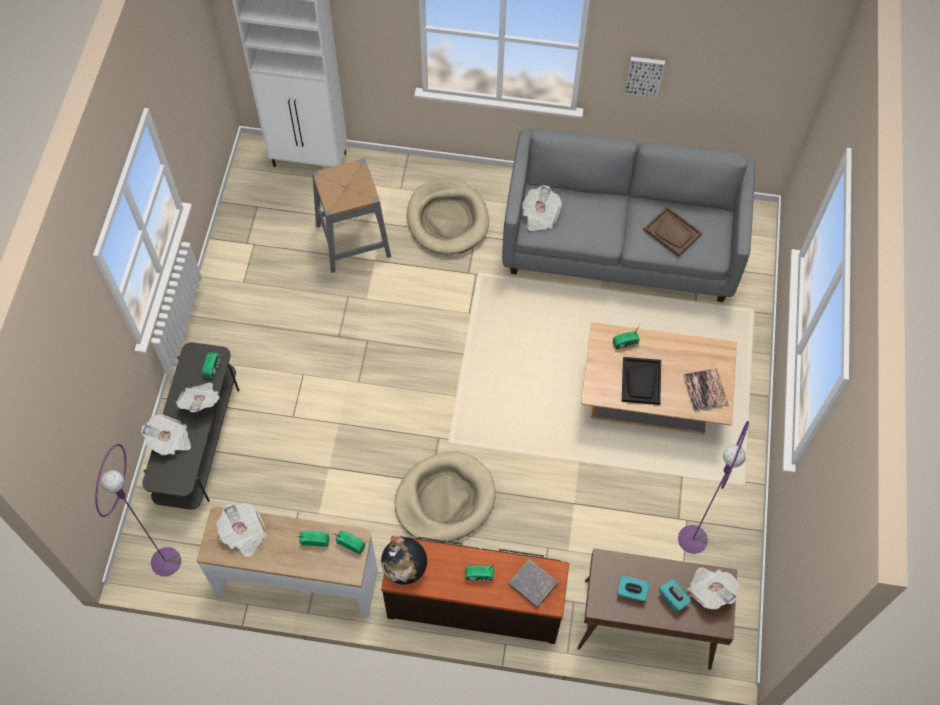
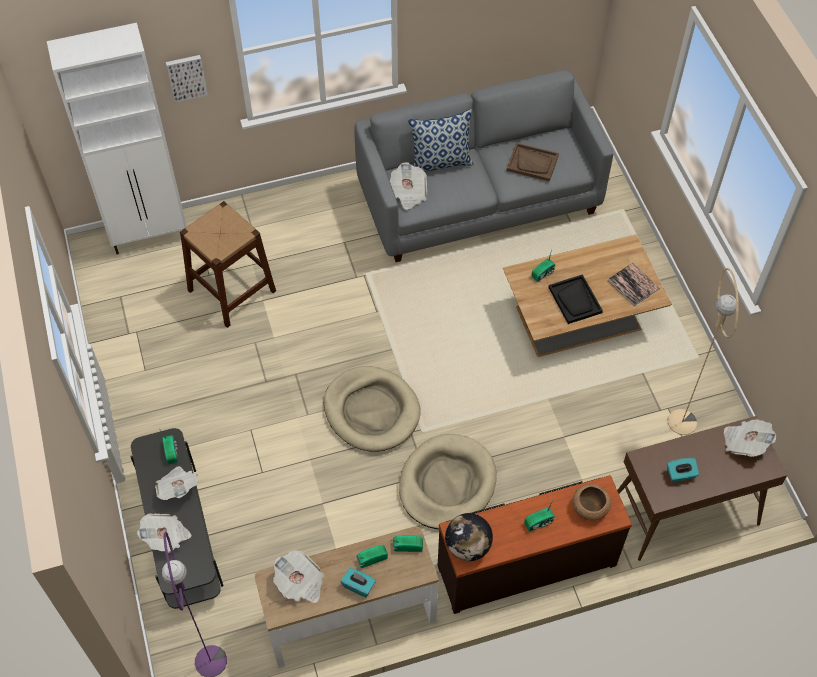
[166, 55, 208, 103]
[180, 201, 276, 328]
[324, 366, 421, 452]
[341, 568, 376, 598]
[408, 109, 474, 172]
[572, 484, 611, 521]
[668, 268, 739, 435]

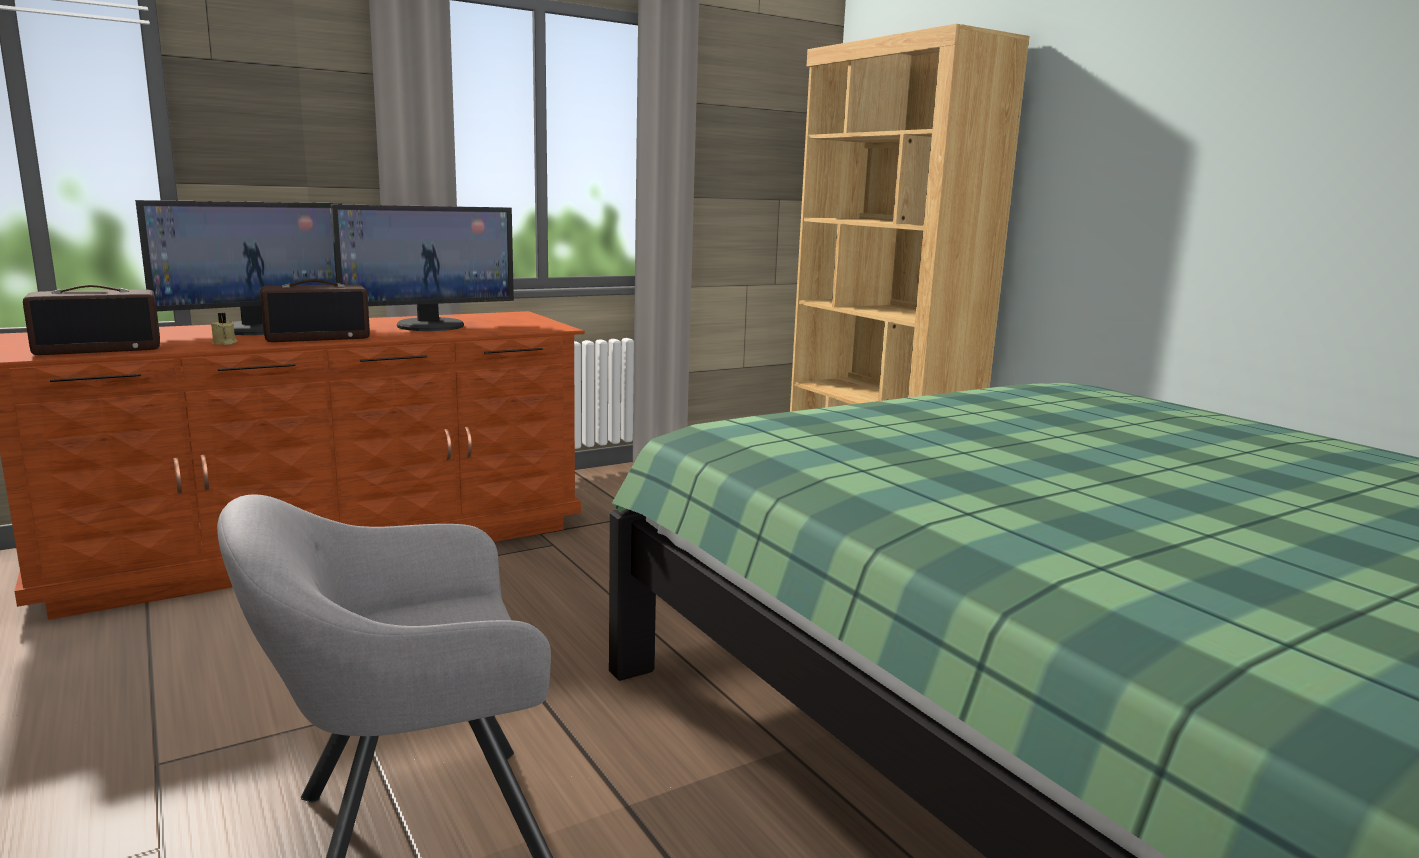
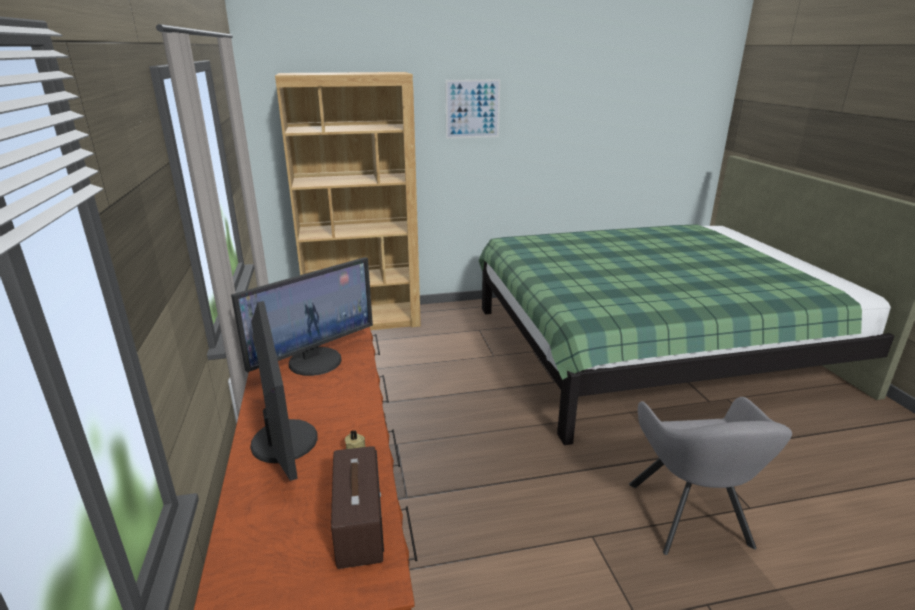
[231, 257, 373, 376]
[445, 79, 500, 139]
[260, 280, 370, 342] (first image)

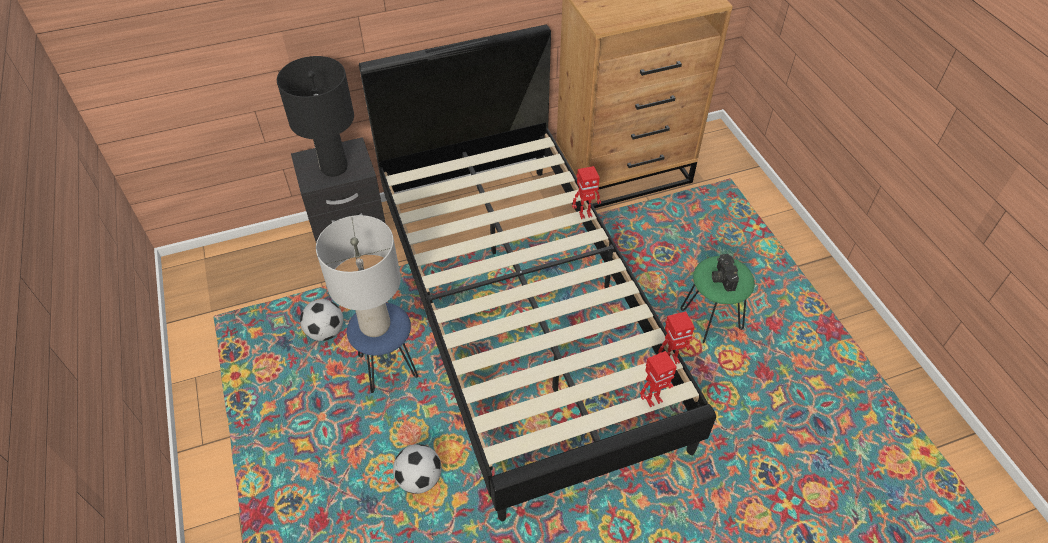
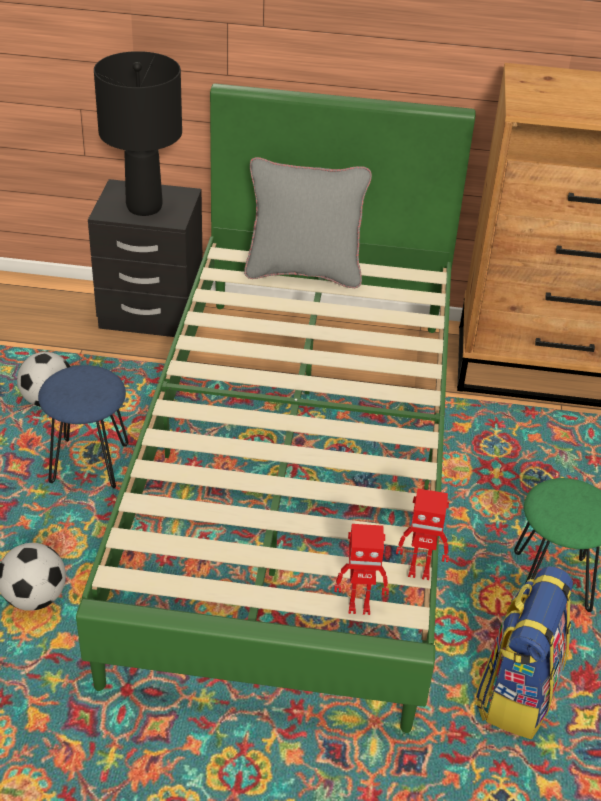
[76, 83, 476, 733]
[244, 157, 372, 288]
[475, 566, 573, 739]
[316, 215, 401, 337] (first image)
[572, 166, 601, 219] (first image)
[712, 254, 739, 292] (first image)

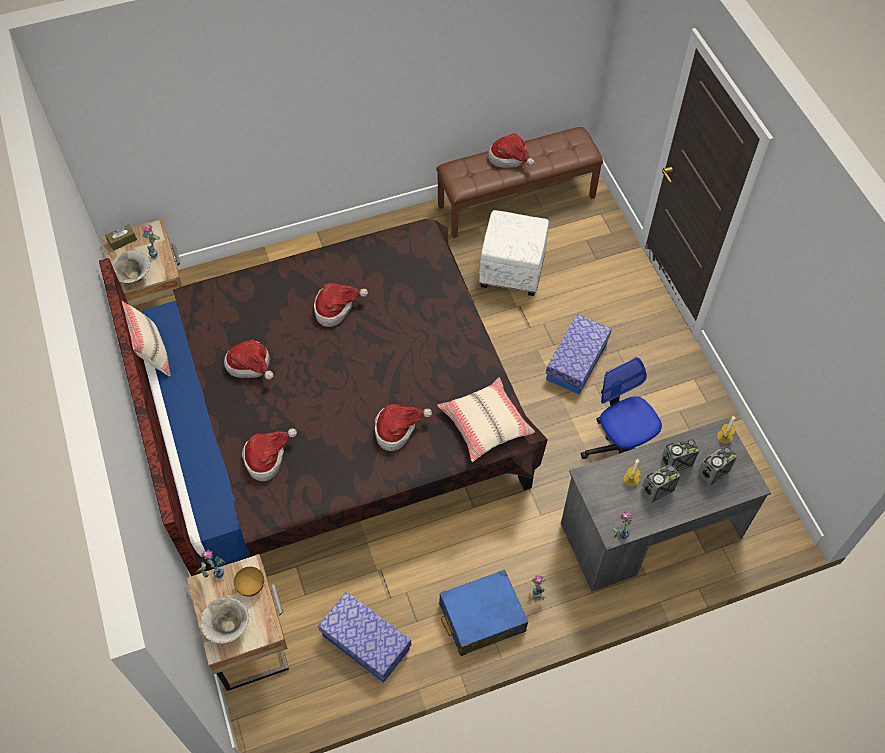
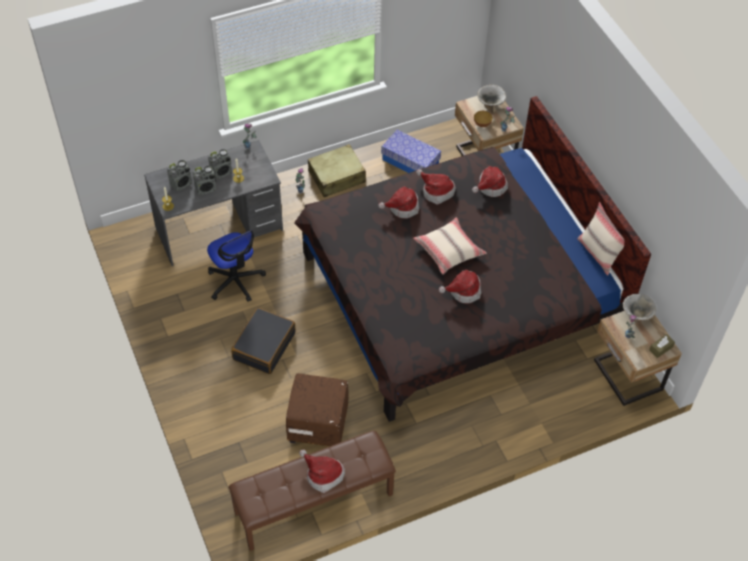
[231, 308, 296, 374]
[286, 373, 349, 446]
[308, 144, 366, 197]
[413, 218, 487, 275]
[416, 169, 456, 205]

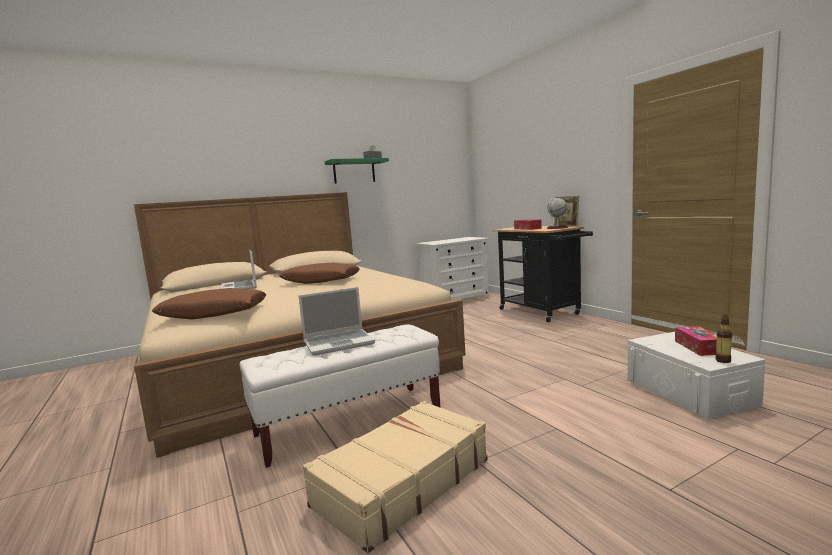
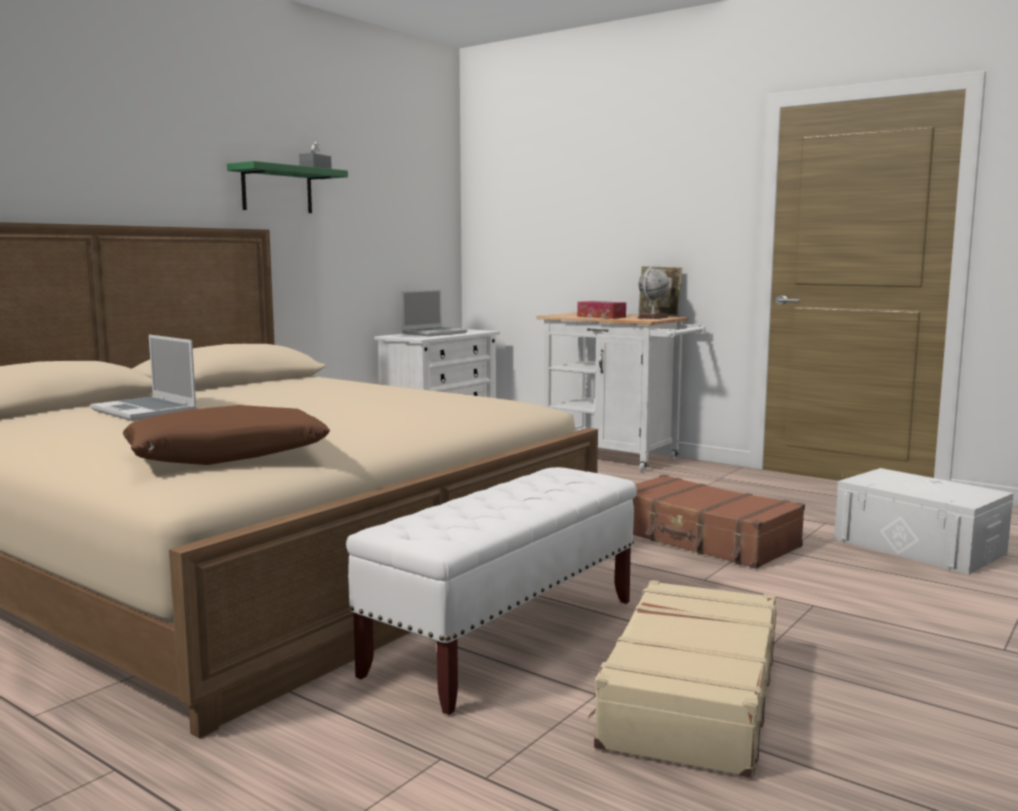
[402, 289, 468, 336]
[537, 312, 706, 472]
[632, 475, 805, 569]
[279, 262, 360, 284] (first image)
[675, 326, 717, 356] (first image)
[715, 315, 732, 363] (first image)

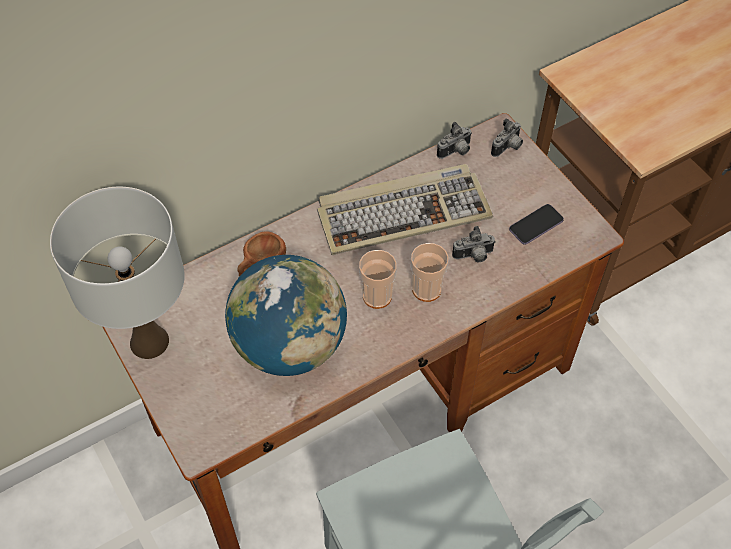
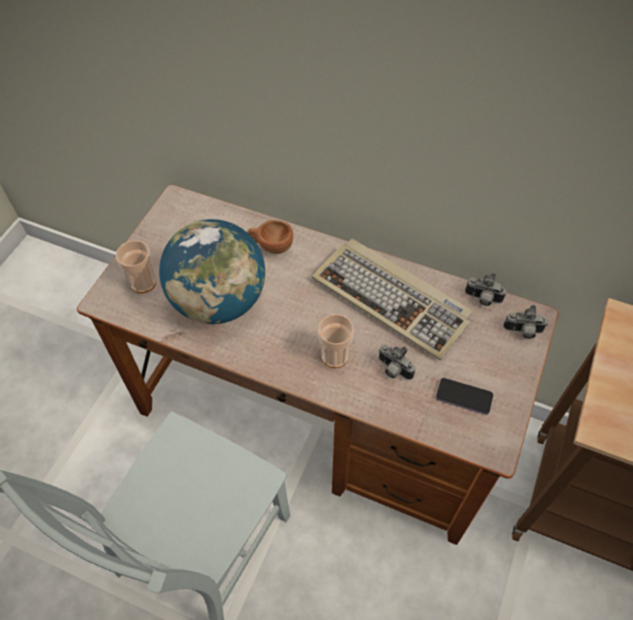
[116, 240, 156, 293]
[50, 187, 185, 359] (first image)

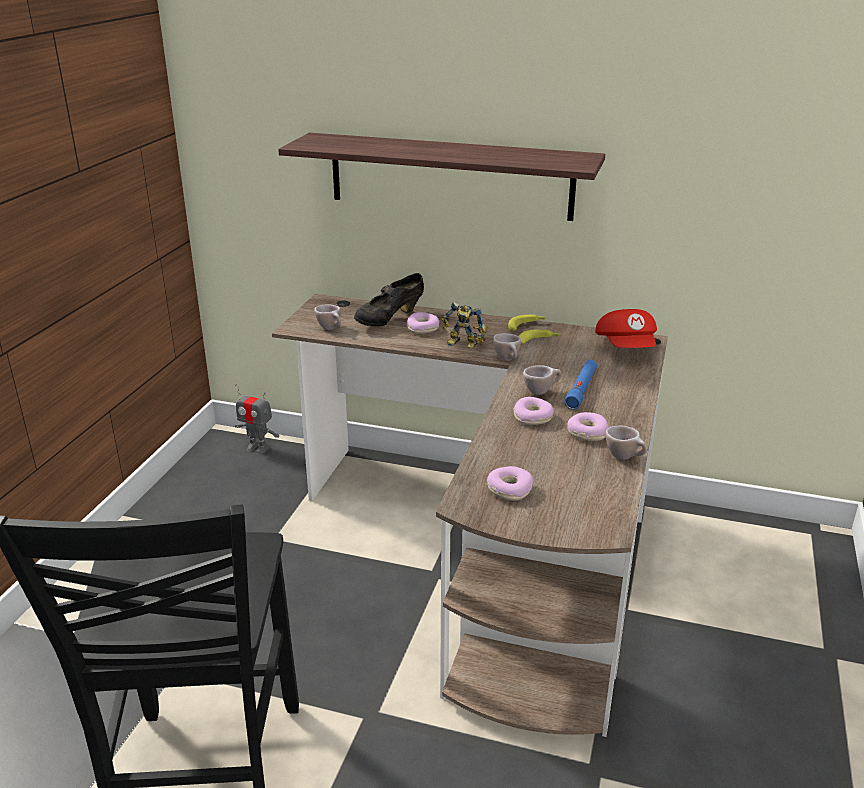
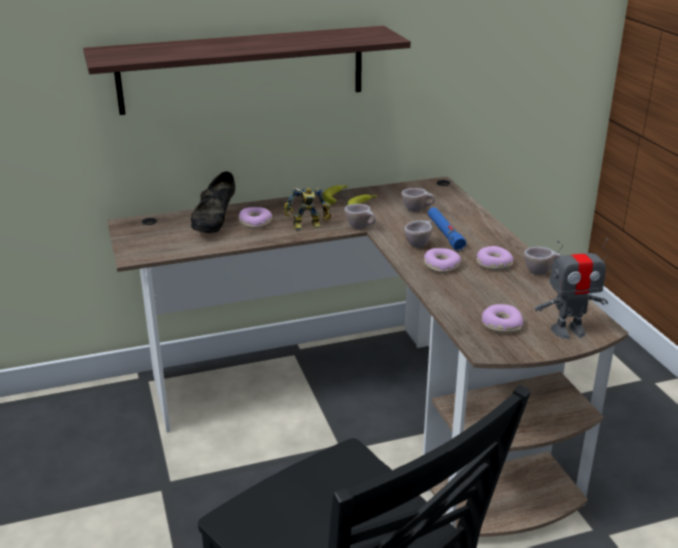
[401, 188, 435, 212]
[535, 238, 610, 339]
[595, 309, 657, 348] (first image)

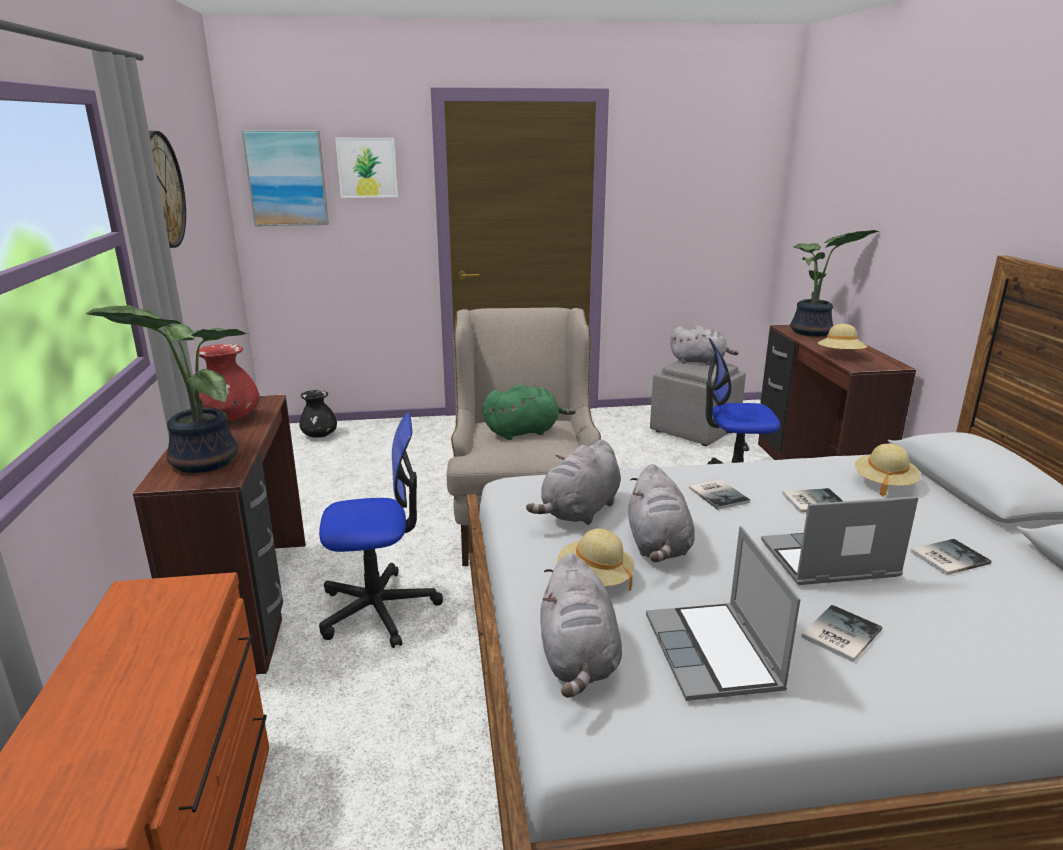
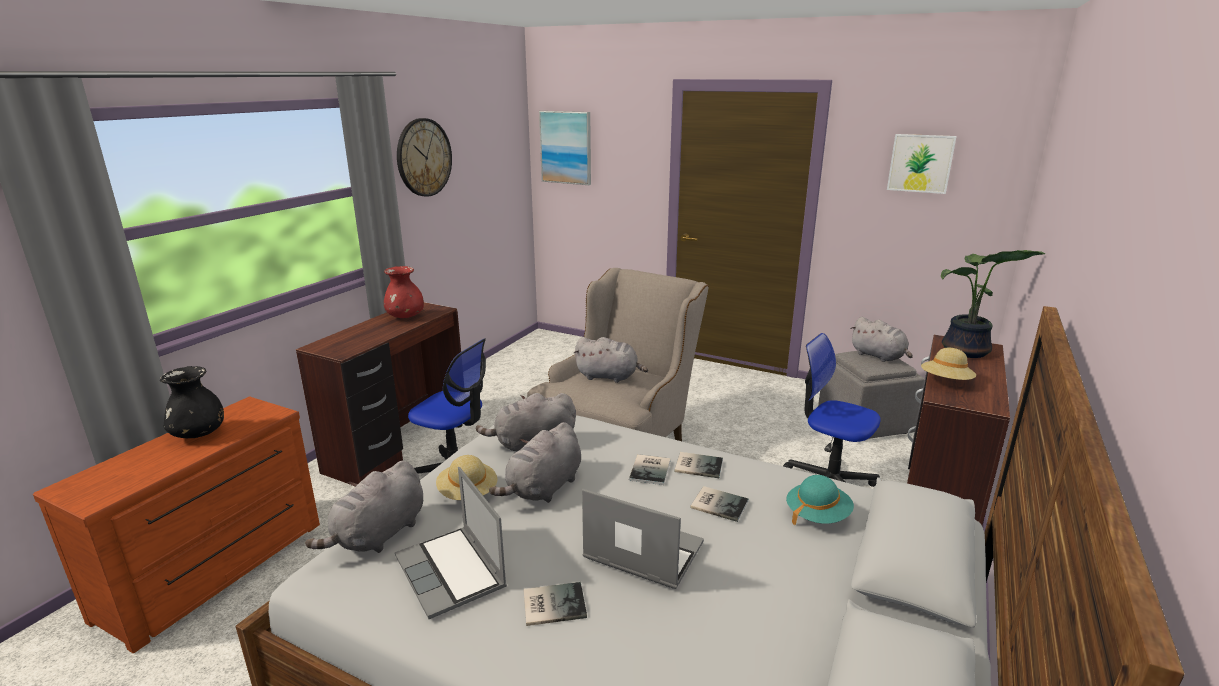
[160, 366, 224, 438]
[395, 467, 507, 619]
[573, 337, 648, 383]
[674, 452, 723, 478]
[786, 475, 854, 526]
[887, 134, 957, 194]
[85, 305, 248, 473] (first image)

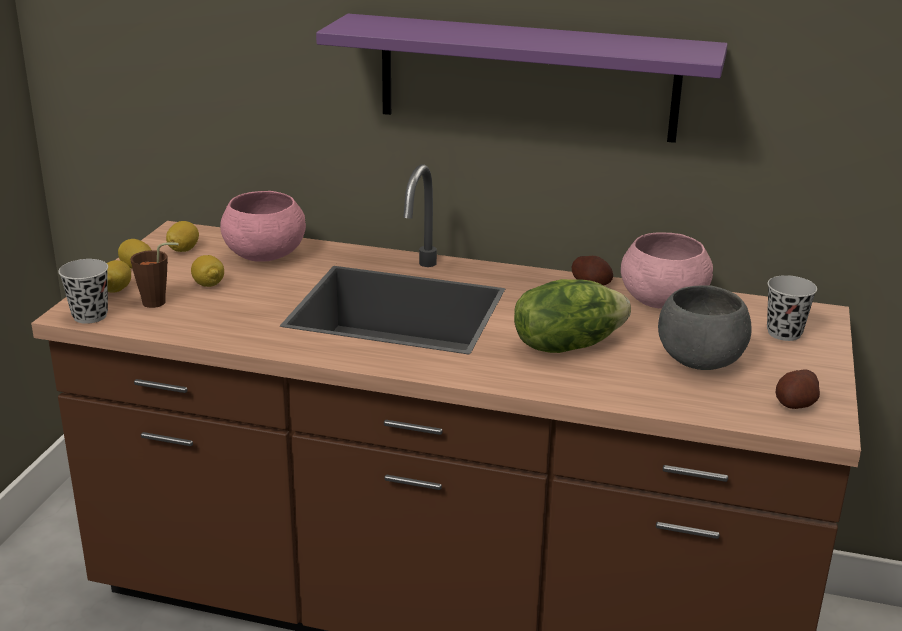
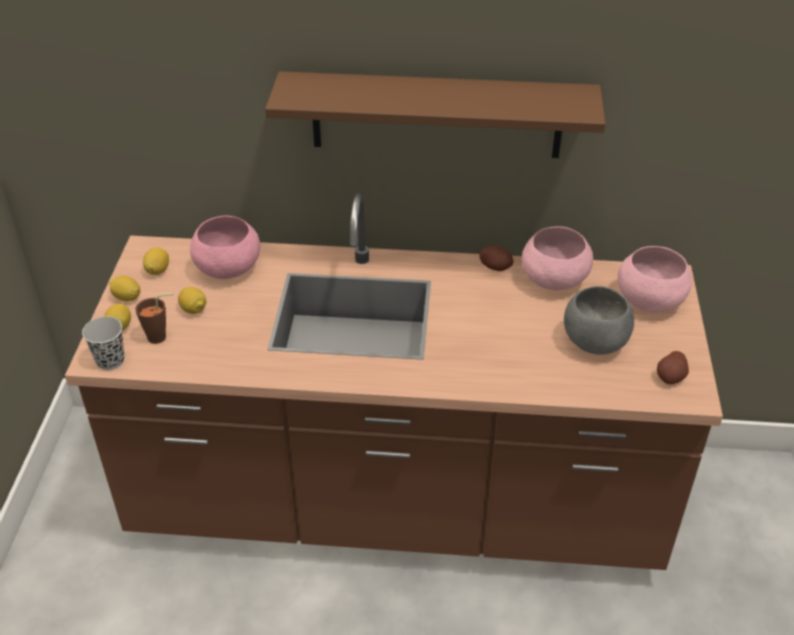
[265, 71, 606, 158]
[618, 246, 692, 313]
[514, 279, 631, 353] (first image)

